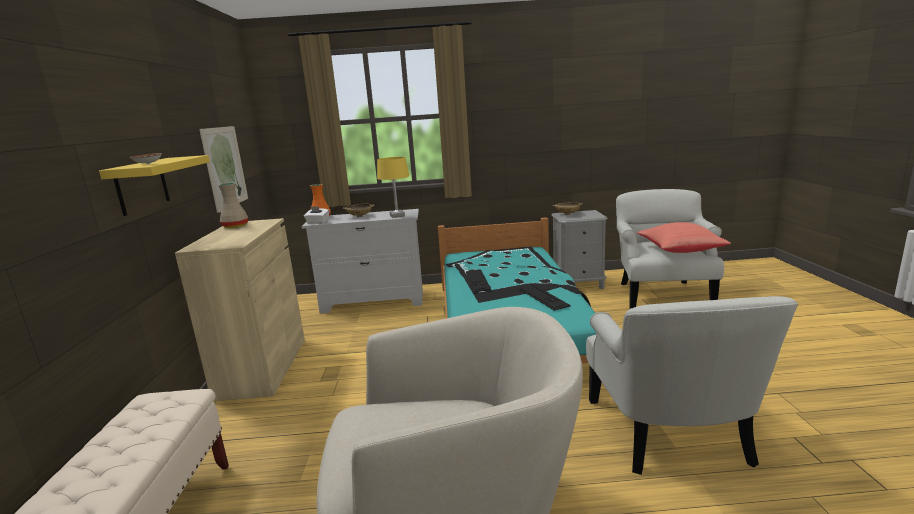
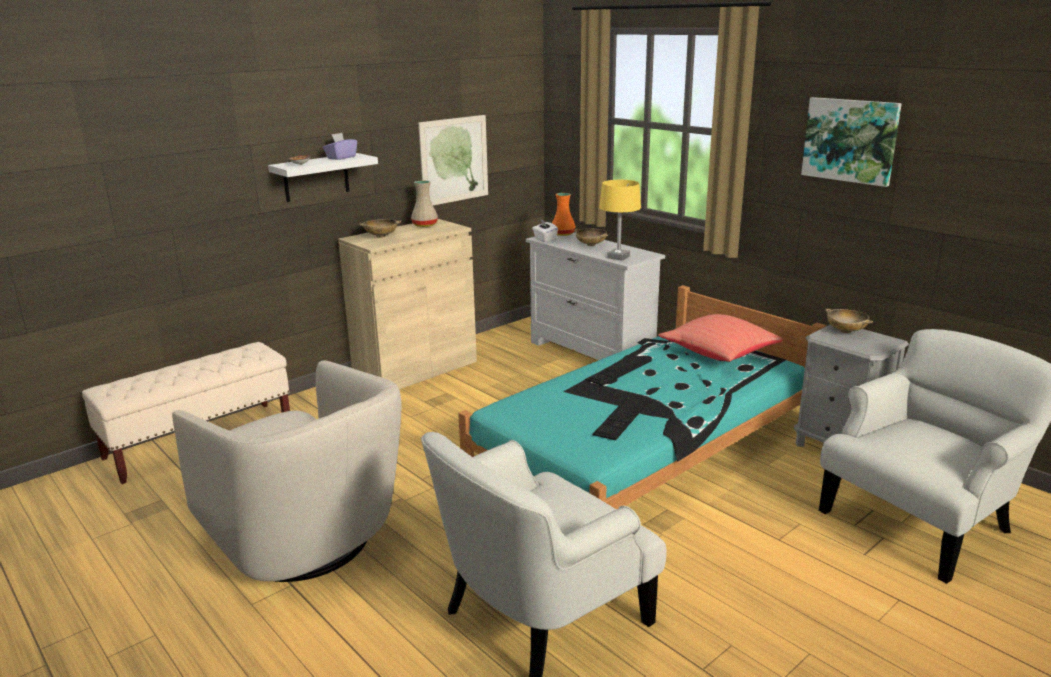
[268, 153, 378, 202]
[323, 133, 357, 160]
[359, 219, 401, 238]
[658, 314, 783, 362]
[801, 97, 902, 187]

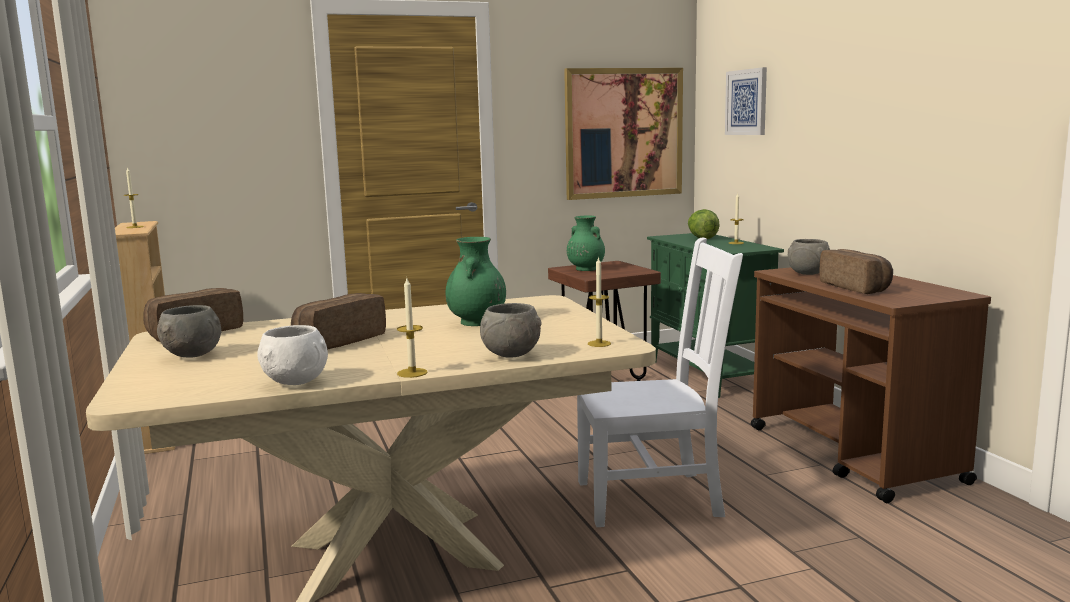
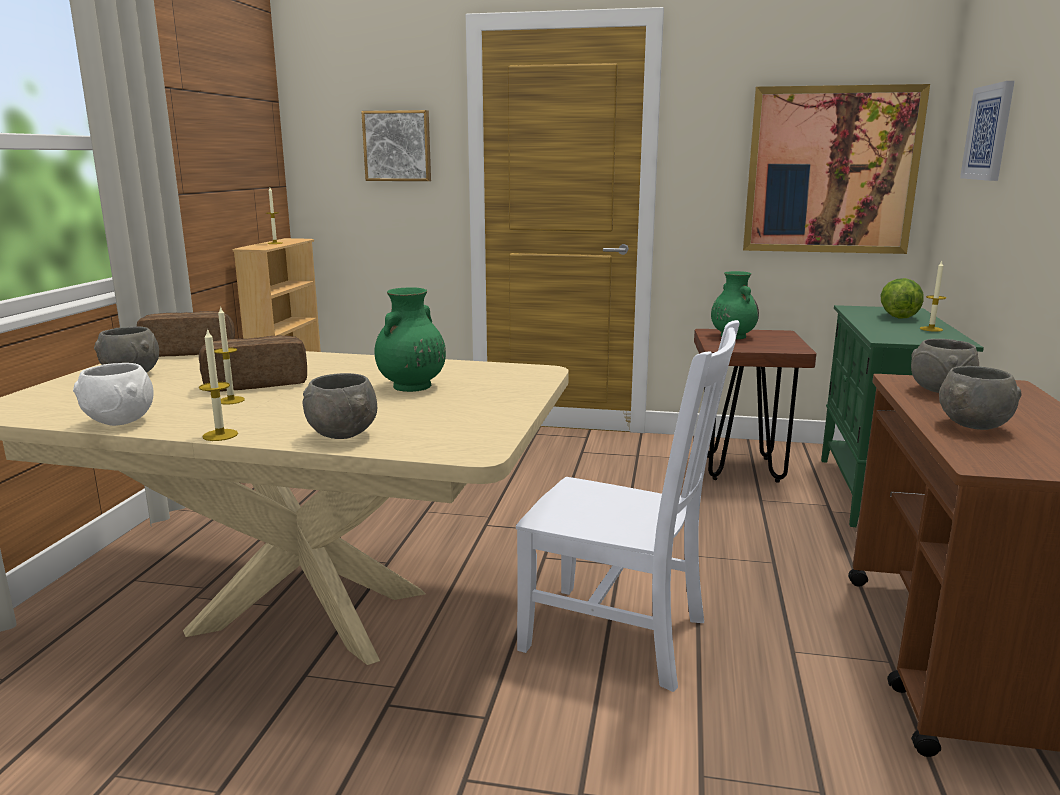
[214, 306, 245, 405]
[361, 110, 431, 181]
[939, 366, 1022, 430]

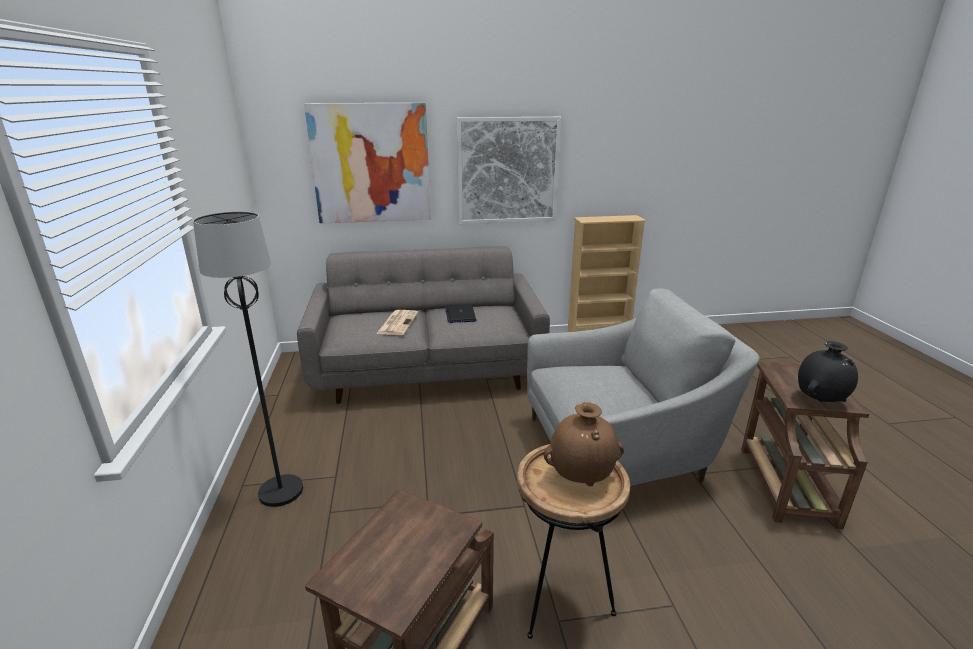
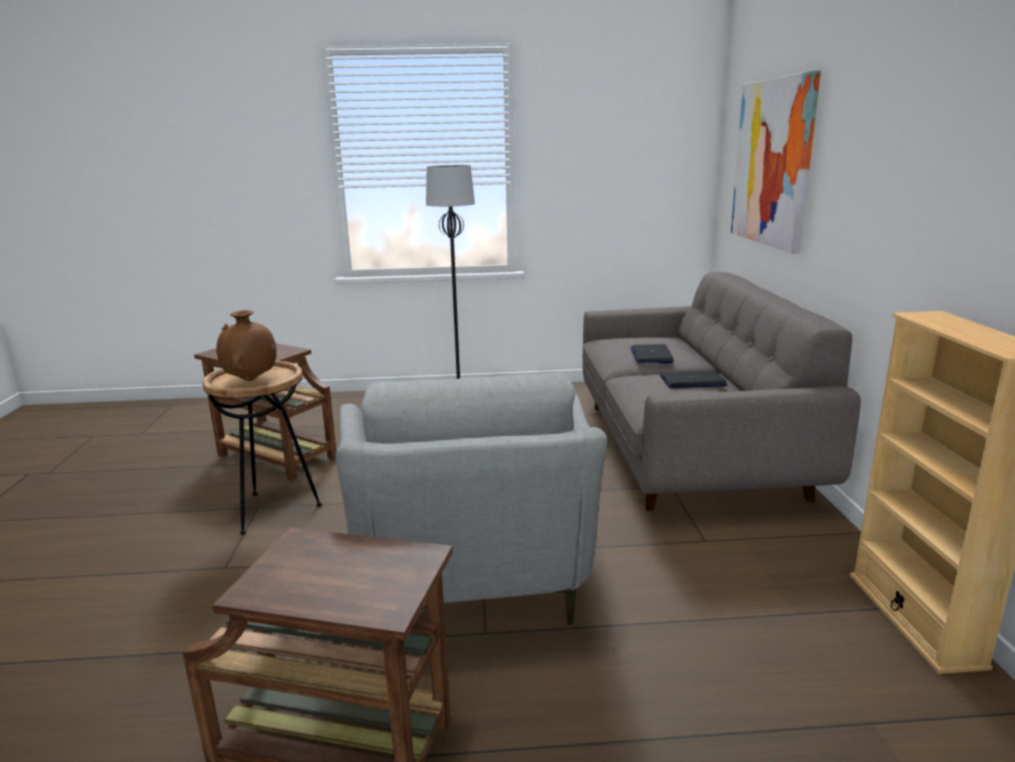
[630, 344, 674, 363]
[456, 117, 561, 224] (first image)
[798, 341, 858, 402] (first image)

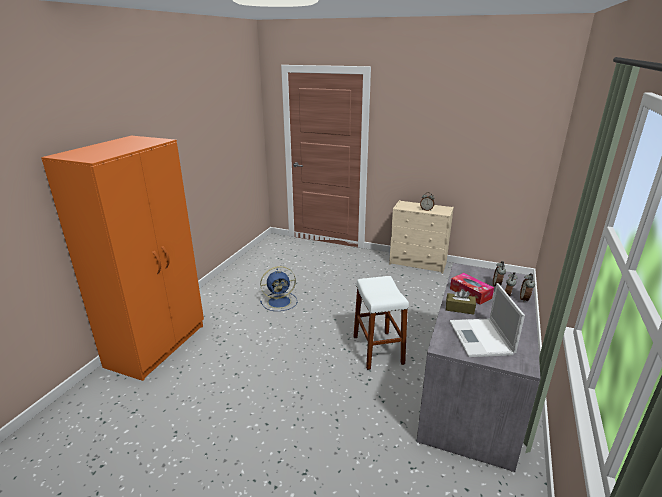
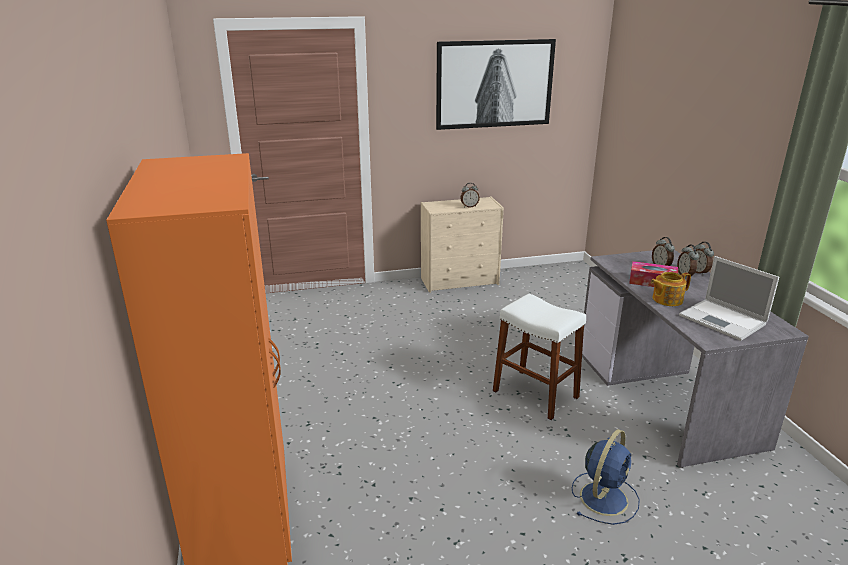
[436, 39, 556, 130]
[572, 429, 640, 525]
[651, 272, 691, 306]

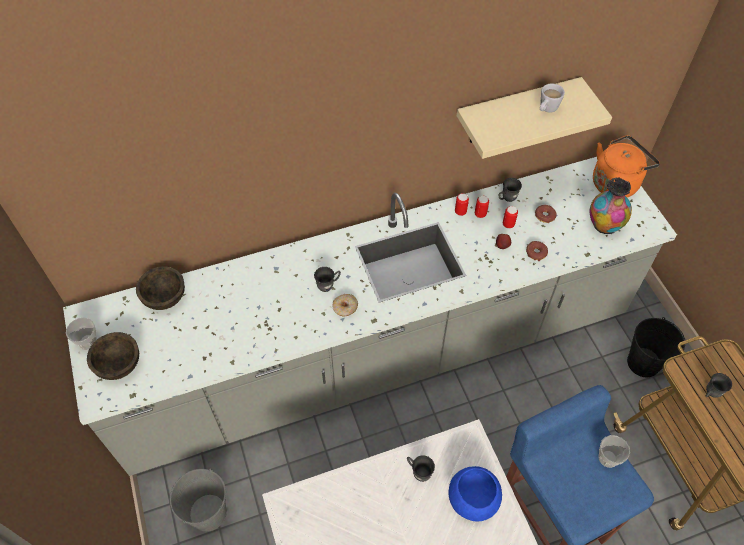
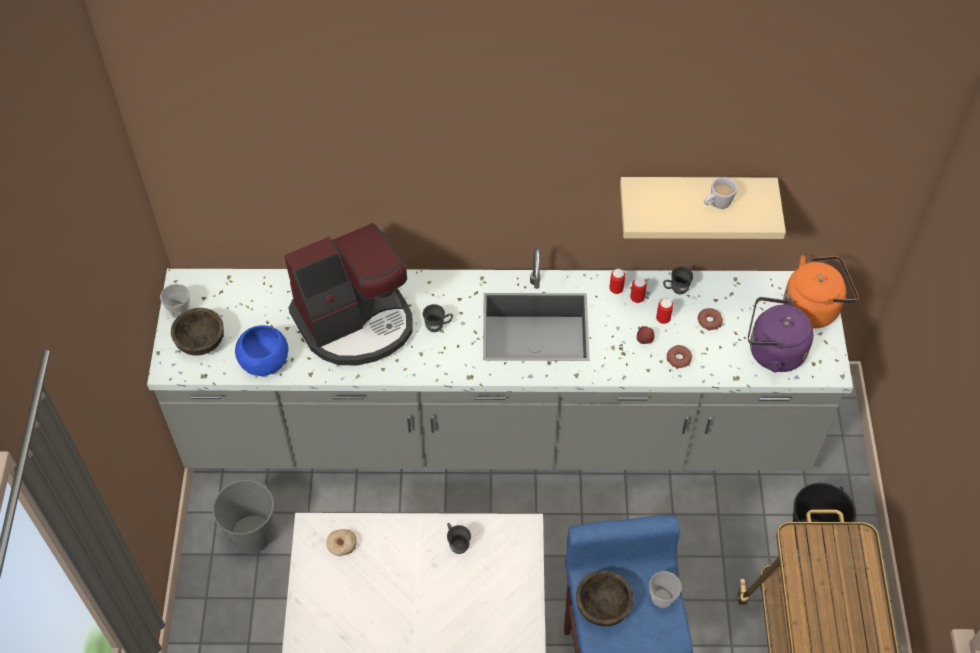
[235, 325, 289, 376]
[284, 223, 413, 365]
[326, 529, 357, 556]
[576, 570, 633, 627]
[748, 297, 814, 372]
[705, 373, 732, 398] (first image)

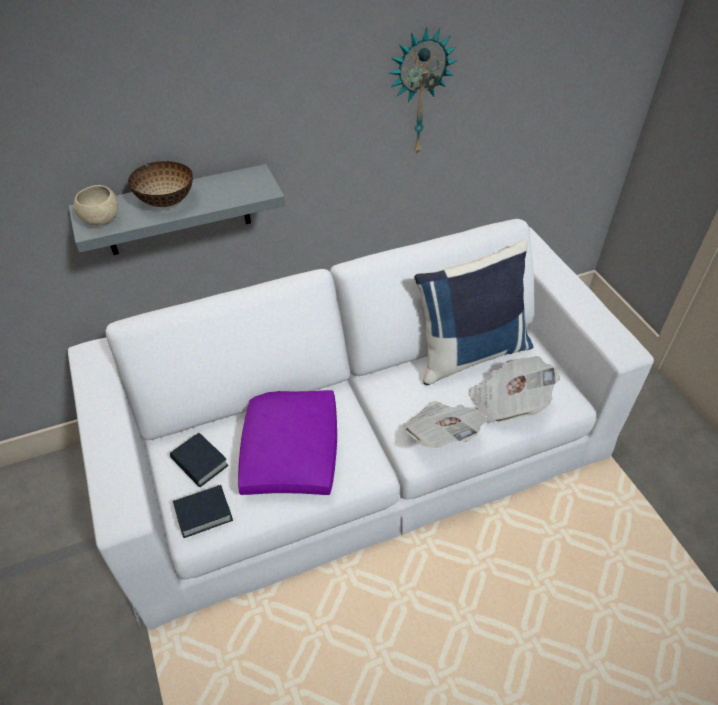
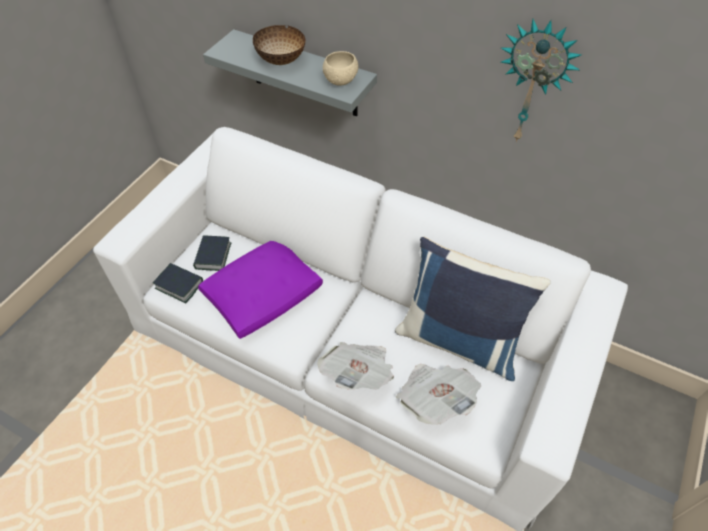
[323, 51, 359, 86]

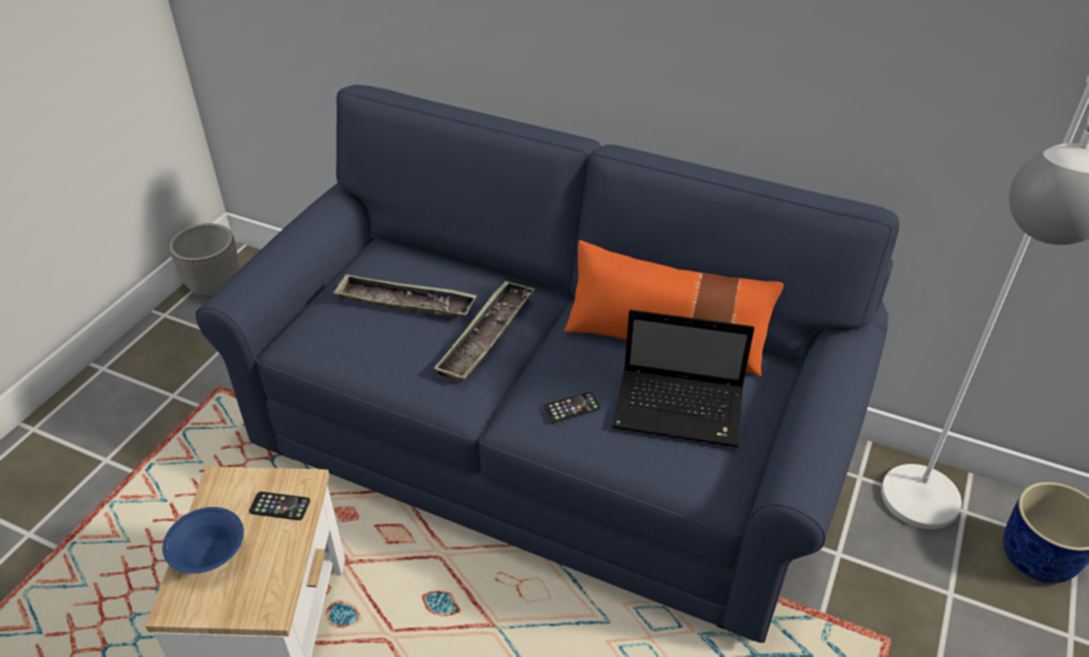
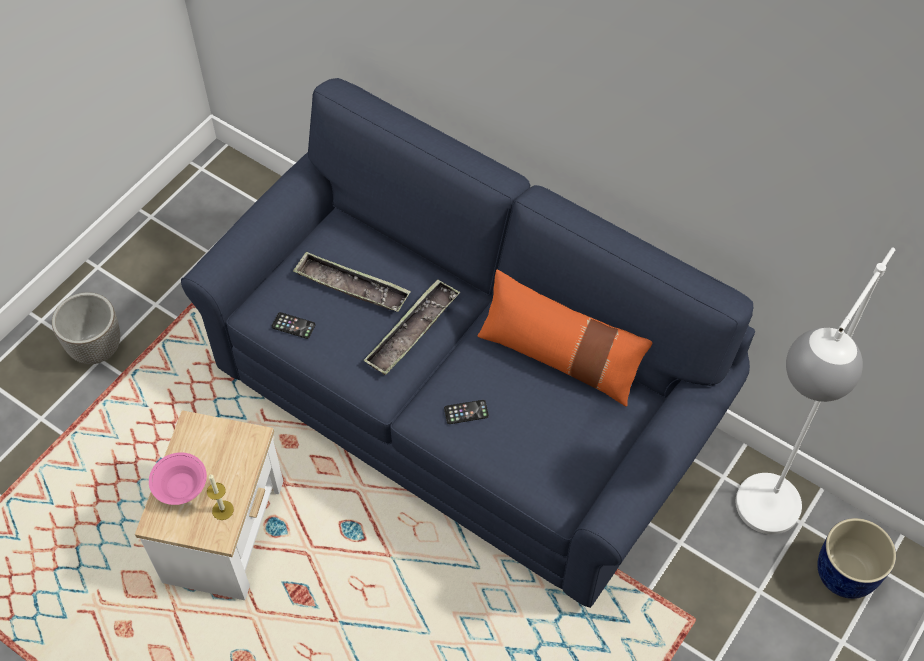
[52, 292, 120, 364]
[149, 452, 207, 505]
[207, 474, 234, 520]
[272, 312, 315, 339]
[612, 310, 754, 447] (first image)

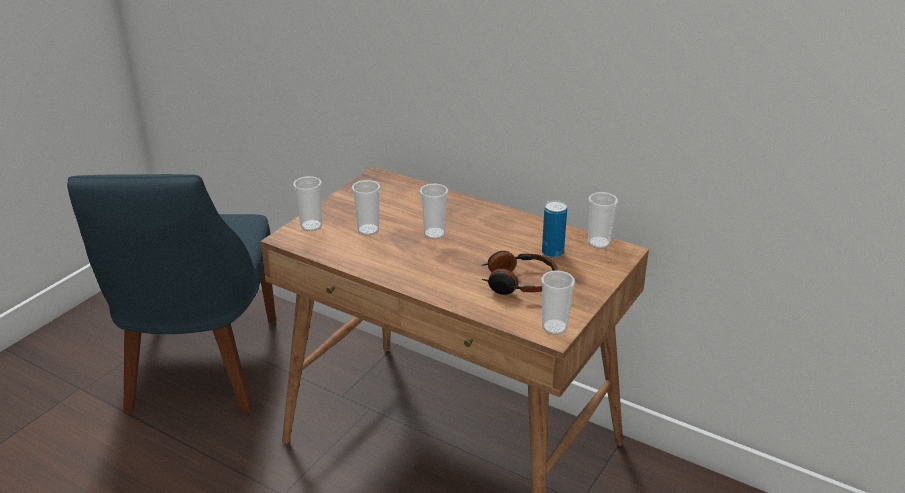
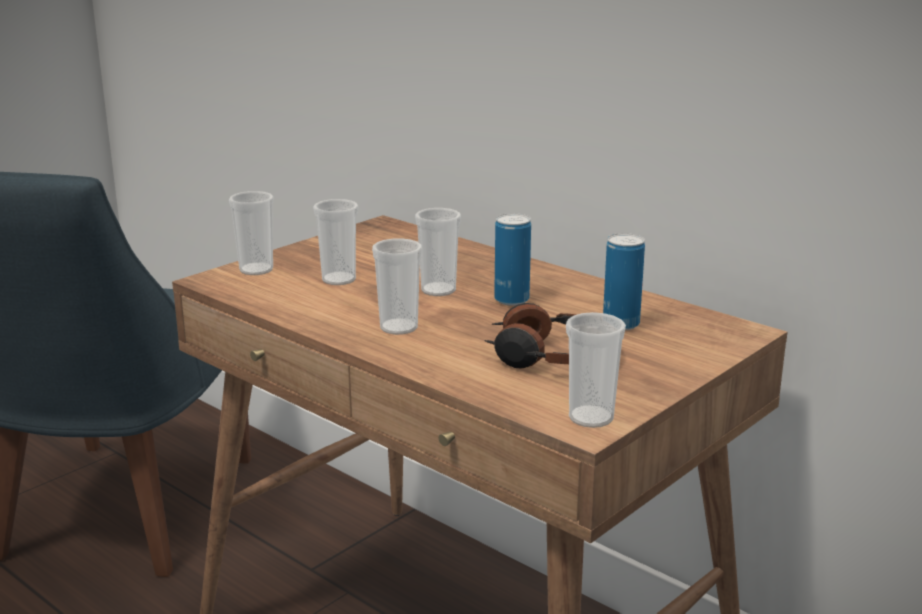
[372, 238, 422, 335]
[494, 213, 531, 306]

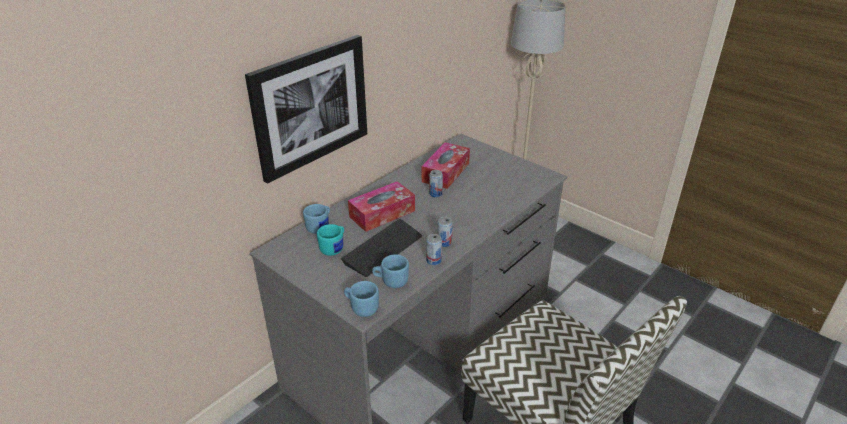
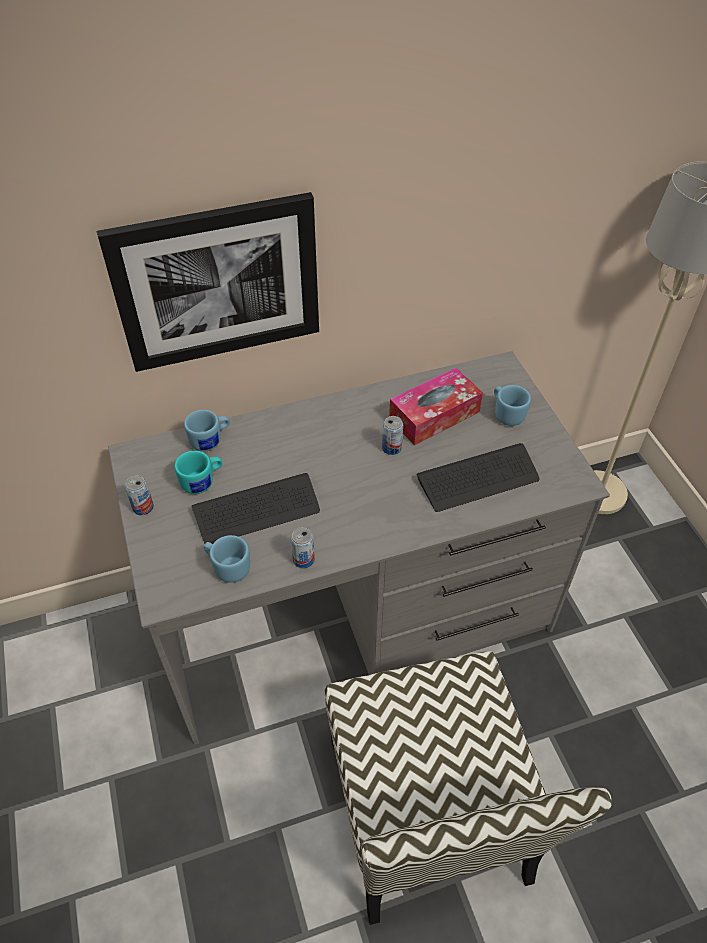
[125, 475, 154, 515]
[417, 443, 540, 512]
[494, 385, 531, 426]
[348, 181, 415, 232] (first image)

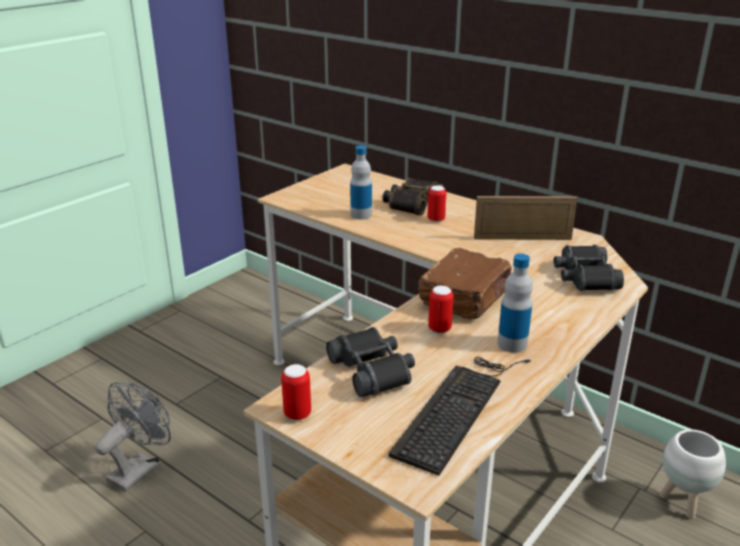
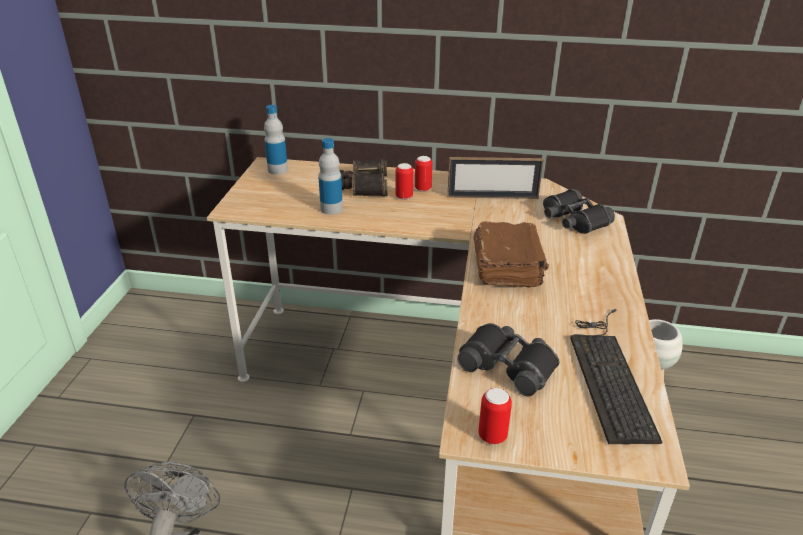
[264, 105, 288, 175]
[415, 156, 432, 192]
[447, 157, 543, 199]

